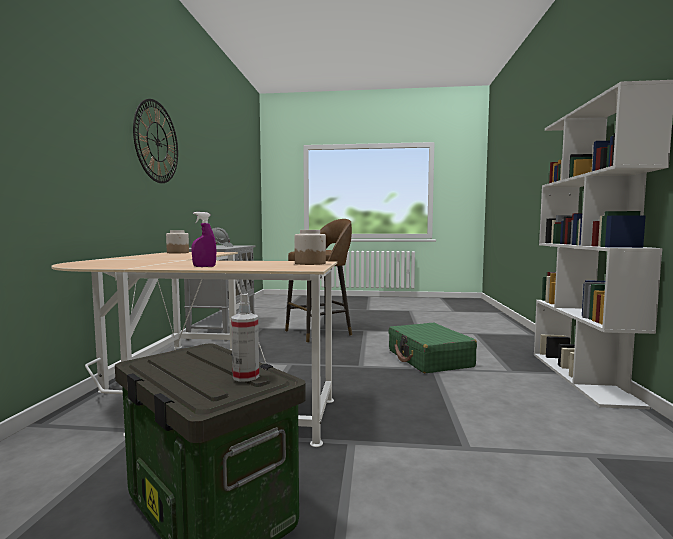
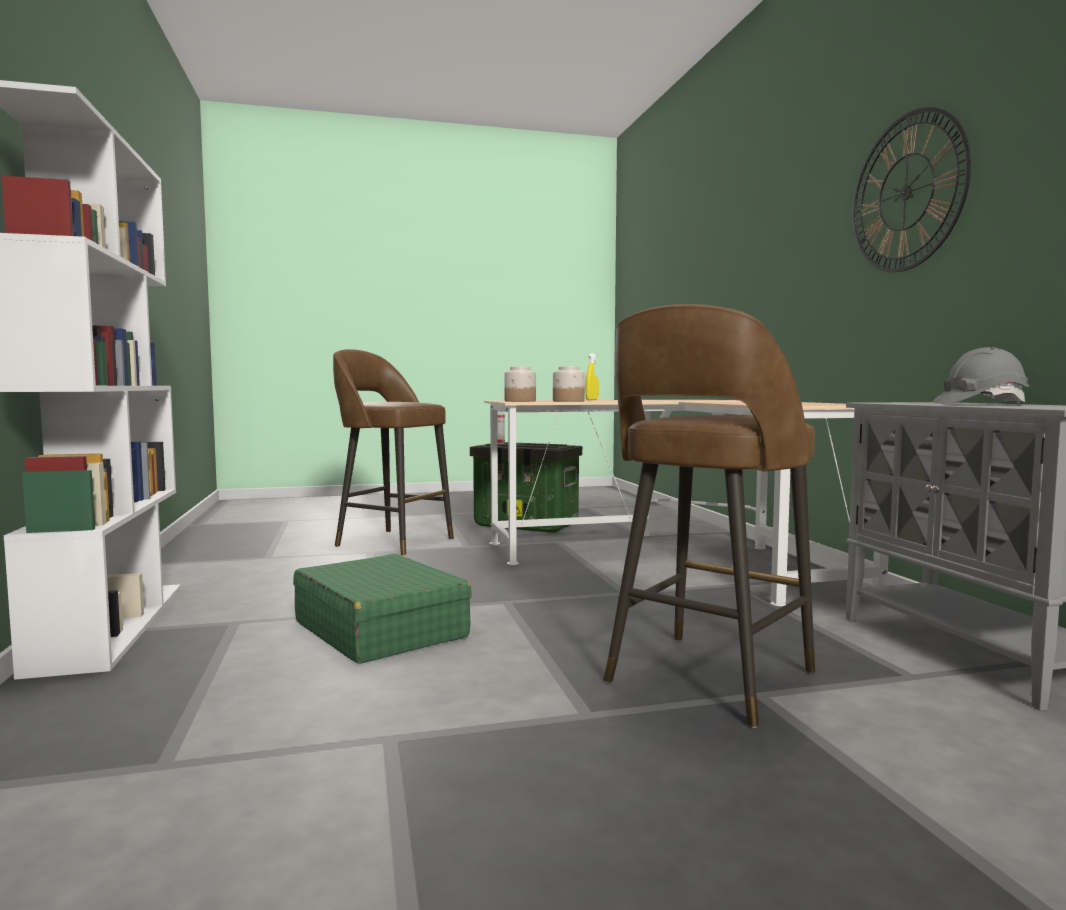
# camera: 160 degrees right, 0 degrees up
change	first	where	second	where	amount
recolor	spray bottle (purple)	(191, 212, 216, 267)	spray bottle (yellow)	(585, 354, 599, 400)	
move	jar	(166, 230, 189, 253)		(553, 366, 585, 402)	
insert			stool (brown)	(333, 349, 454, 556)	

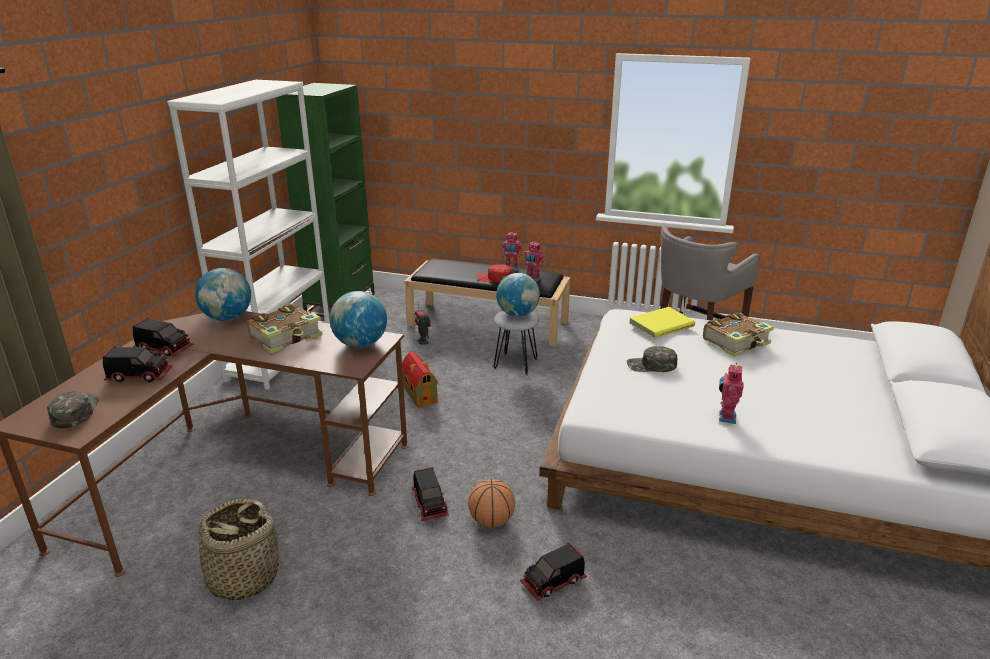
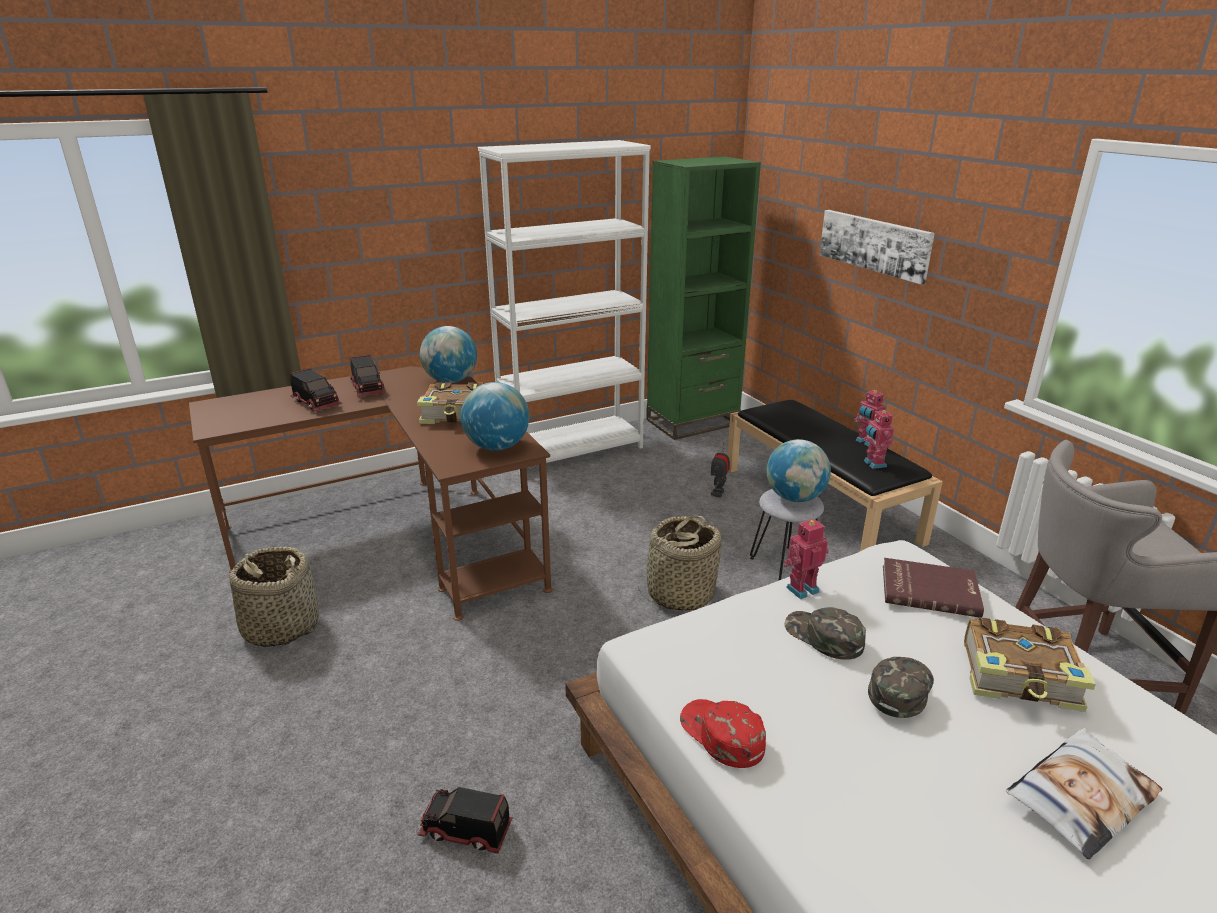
# camera: 45 degrees right, 0 degrees up
change	first	where	second	where	amount
move	cap (red)	(477, 265, 514, 282)		(680, 699, 766, 768)	
recolor	book (yellow)	(629, 307, 695, 338)	book (red)	(883, 558, 984, 618)	
delete	toy house	(402, 352, 438, 408)			
move	toy robot	(719, 363, 743, 424)		(783, 519, 829, 599)	
move	cap (green)	(47, 391, 99, 429)		(868, 657, 934, 718)	
delete	toy truck	(412, 467, 449, 521)			
delete	basketball	(468, 479, 515, 528)			
insert			picture	(819, 210, 935, 284)	
insert			basket	(638, 516, 721, 611)	
insert			pillow	(1006, 728, 1162, 859)	

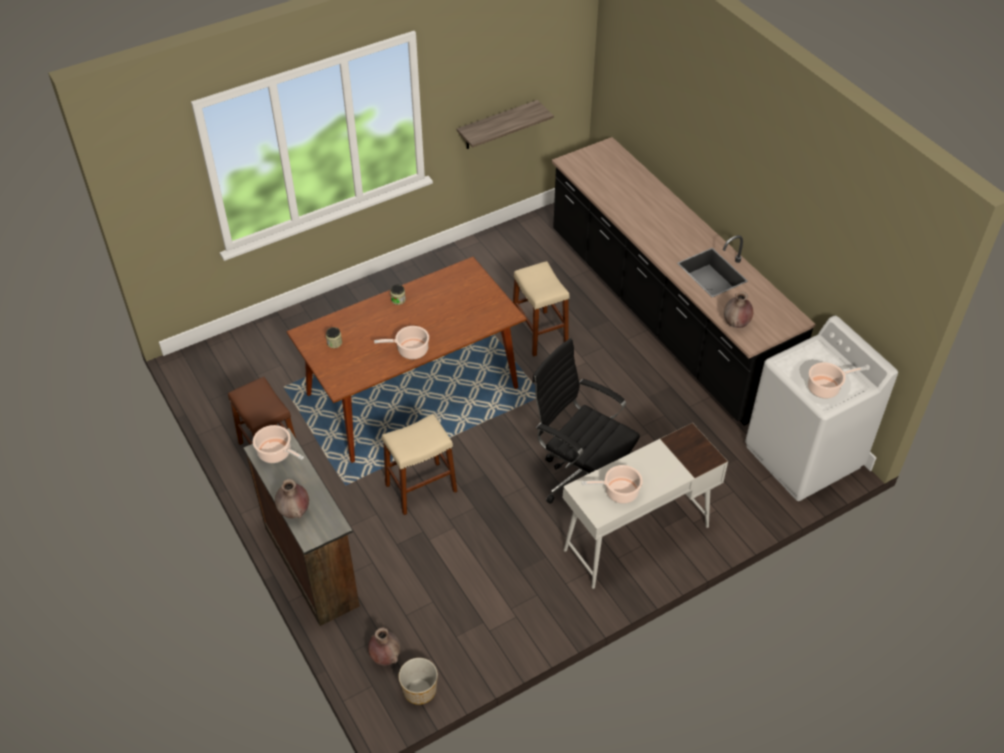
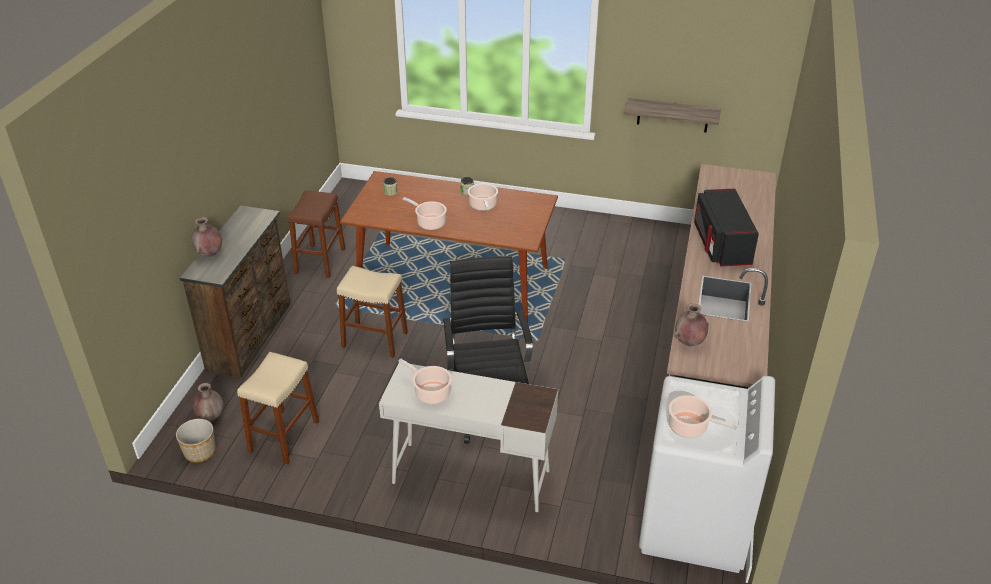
# camera: 45 degrees right, 10 degrees down
change	first	where	second	where	amount
move	stool (beige)	(513, 261, 569, 357)		(237, 352, 319, 464)	
move	cooking pot	(253, 425, 304, 463)		(468, 183, 498, 211)	
insert			microwave (black)	(694, 189, 759, 266)	

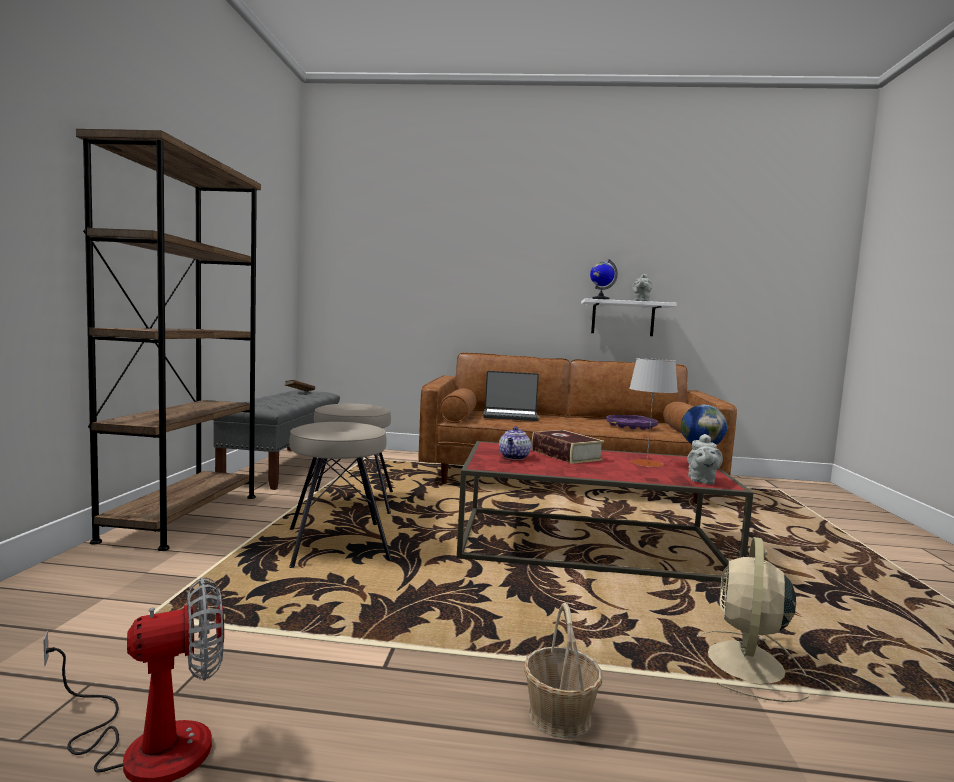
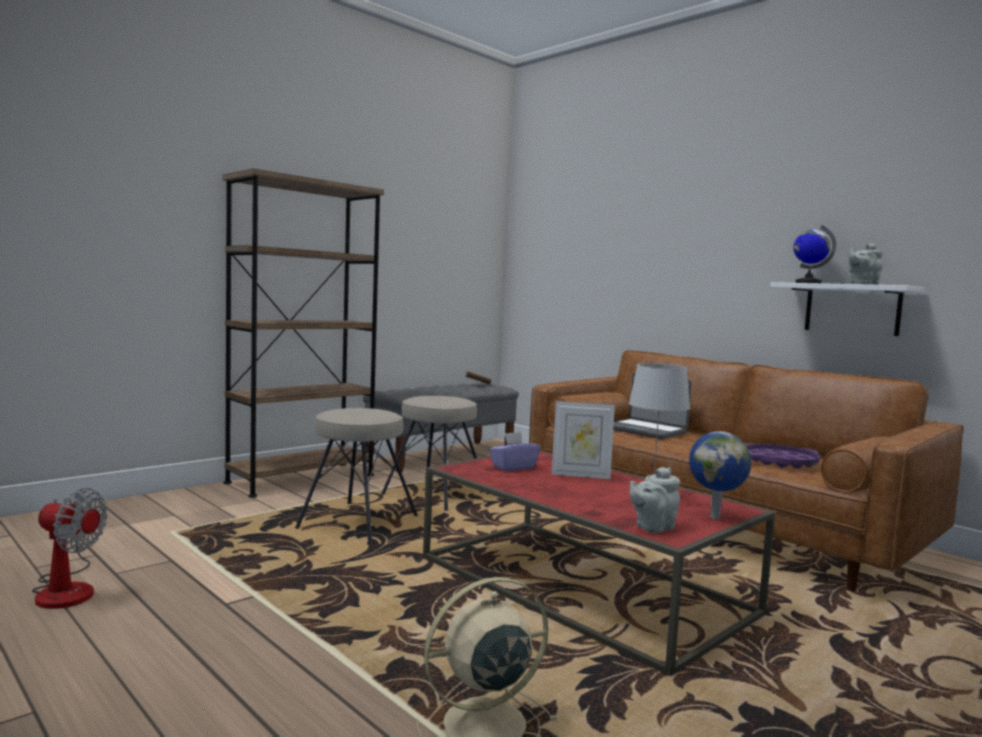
# camera: 40 degrees right, 0 degrees up
change	first	where	second	where	amount
replace	teapot	(499, 427, 531, 460)	tissue box (purple)	(489, 432, 541, 471)	
replace	book	(532, 430, 604, 464)	picture frame	(551, 401, 615, 479)	
delete	basket	(524, 603, 602, 739)			

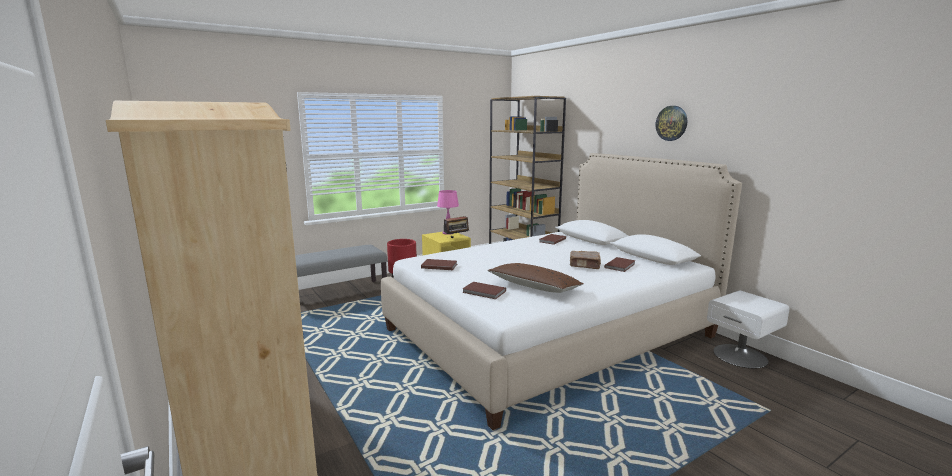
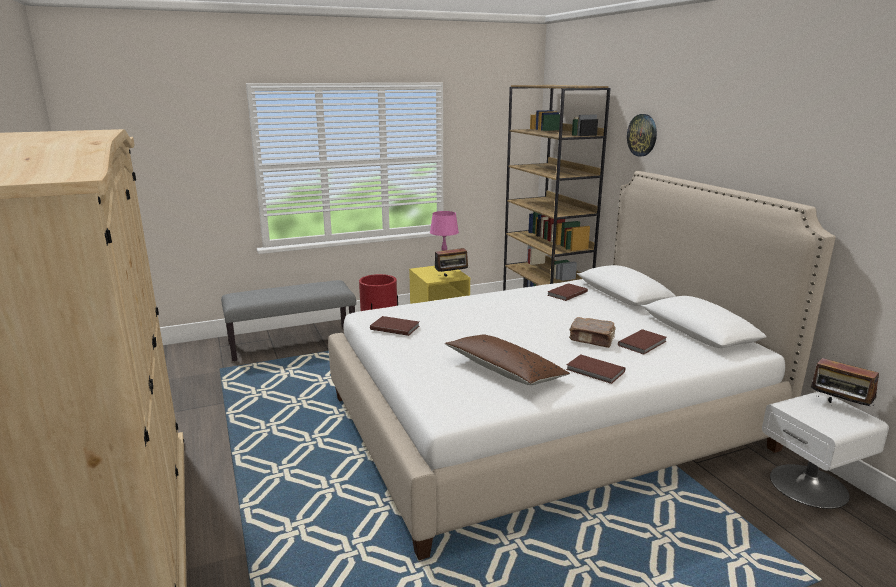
# camera: 10 degrees right, 5 degrees up
change	first	where	second	where	amount
move	wall clock	(656, 106, 687, 141)		(627, 114, 657, 157)	
move	book (brown)	(462, 282, 506, 299)		(566, 354, 625, 384)	
insert			radio	(811, 354, 879, 407)	

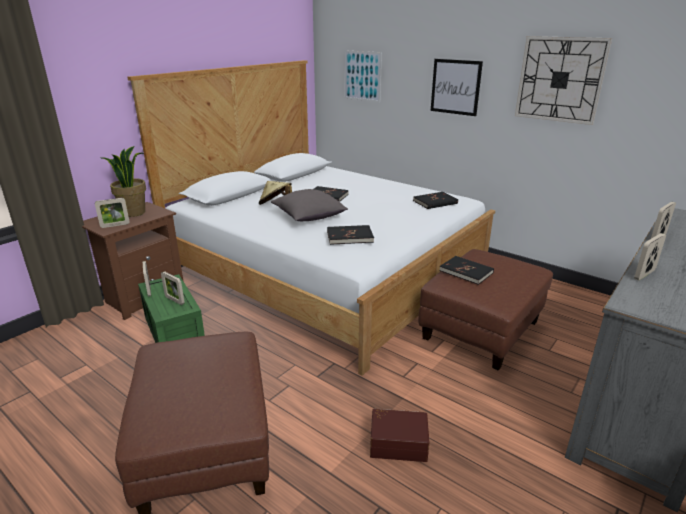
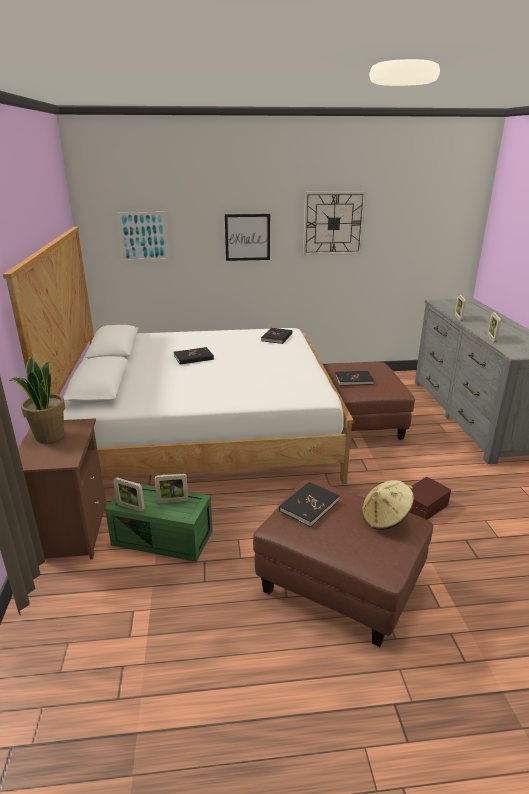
# camera: 45 degrees left, 0 degrees up
change	first	where	second	where	amount
move	hat (beige)	(259, 181, 292, 205)		(362, 480, 414, 530)	
delete	pillow (grey)	(271, 189, 348, 221)			
delete	picture frame	(95, 198, 130, 228)			
move	book (black)	(327, 225, 374, 245)		(279, 482, 340, 527)	

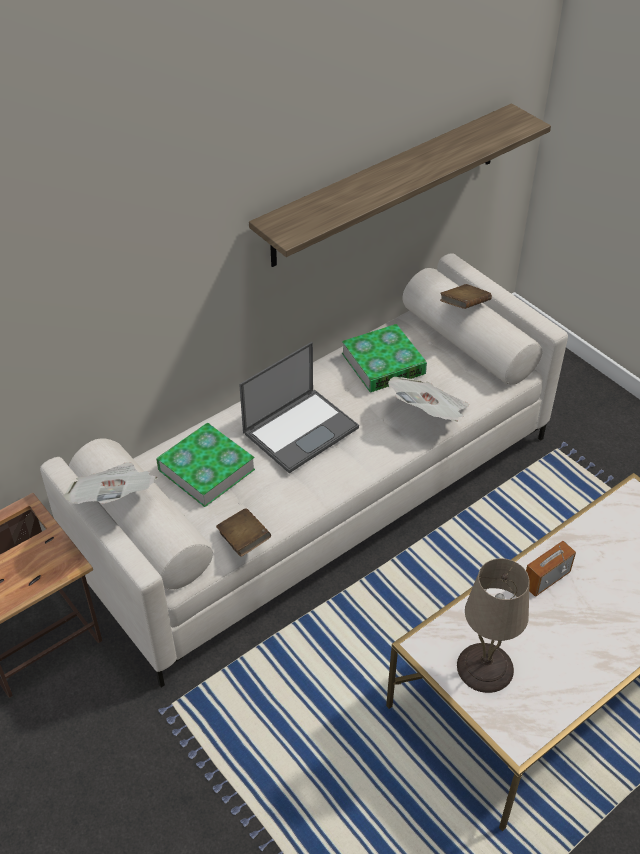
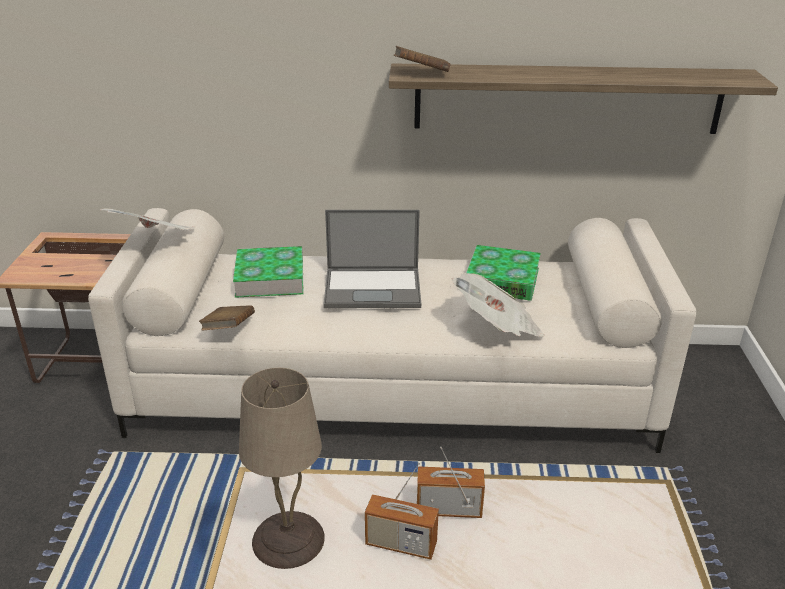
# camera: 40 degrees right, 15 degrees down
change	first	where	second	where	amount
move	book (brown)	(440, 284, 492, 309)		(394, 46, 451, 72)	
insert			radio	(365, 462, 439, 560)	

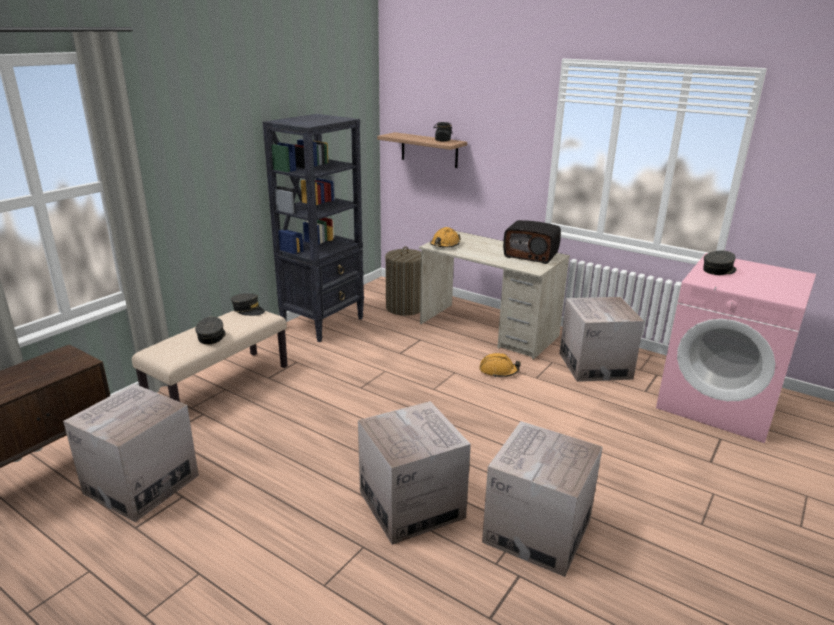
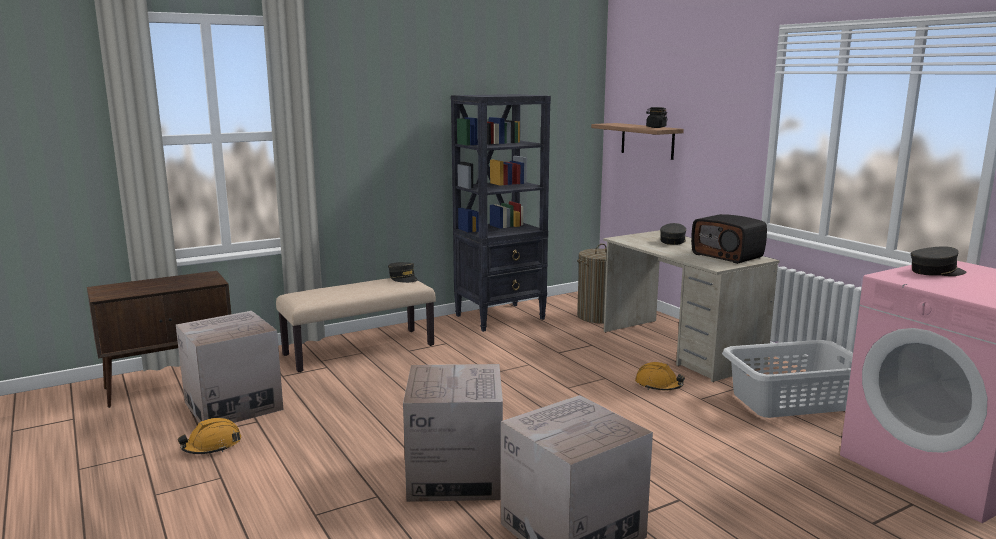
# camera: 25 degrees right, 10 degrees down
change	first	where	second	where	amount
move	hard hat (orange)	(430, 227, 461, 247)		(178, 418, 241, 454)	
replace	cardboard box	(559, 297, 644, 382)	laundry basket (grey)	(722, 340, 853, 418)	
move	cap (grey)	(195, 317, 226, 345)		(660, 223, 686, 245)	

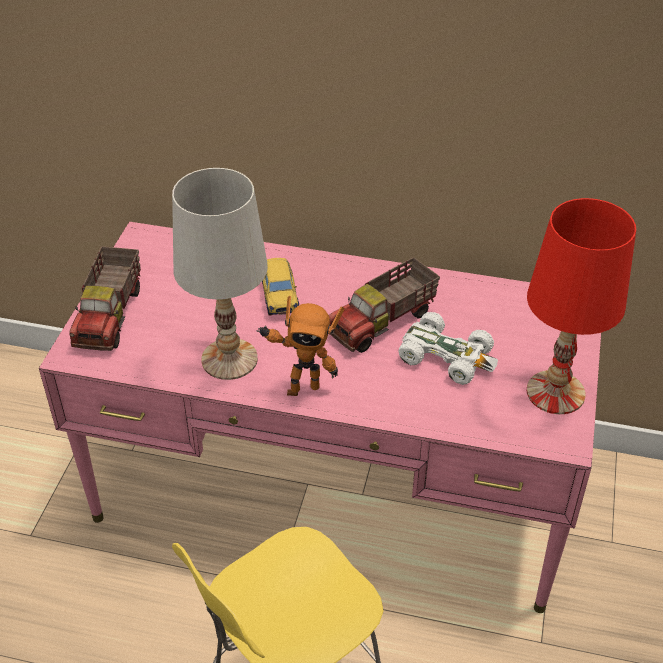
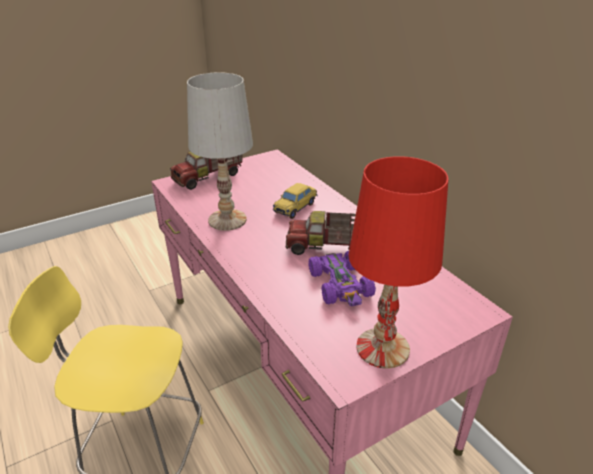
# camera: 45 degrees right, 10 degrees down
change	first	where	second	where	amount
delete	toy robot	(257, 296, 345, 396)			
recolor	toy car (white)	(399, 312, 498, 385)	toy car (purple)	(309, 251, 376, 306)	

